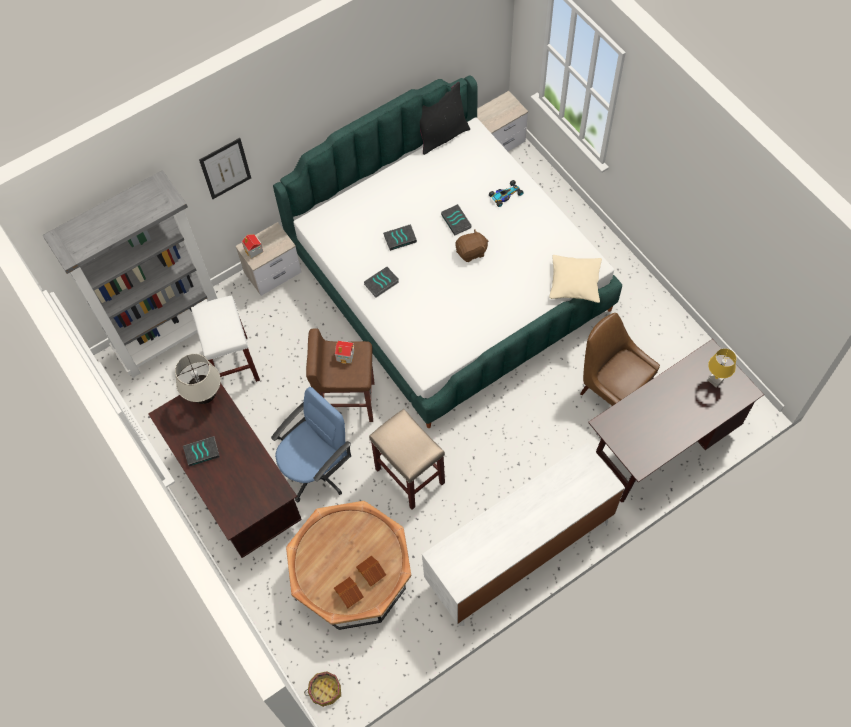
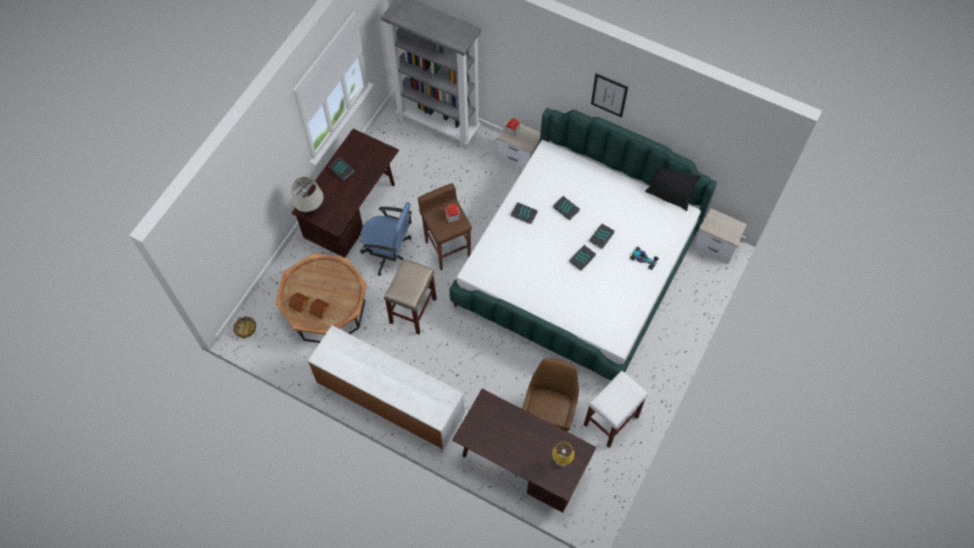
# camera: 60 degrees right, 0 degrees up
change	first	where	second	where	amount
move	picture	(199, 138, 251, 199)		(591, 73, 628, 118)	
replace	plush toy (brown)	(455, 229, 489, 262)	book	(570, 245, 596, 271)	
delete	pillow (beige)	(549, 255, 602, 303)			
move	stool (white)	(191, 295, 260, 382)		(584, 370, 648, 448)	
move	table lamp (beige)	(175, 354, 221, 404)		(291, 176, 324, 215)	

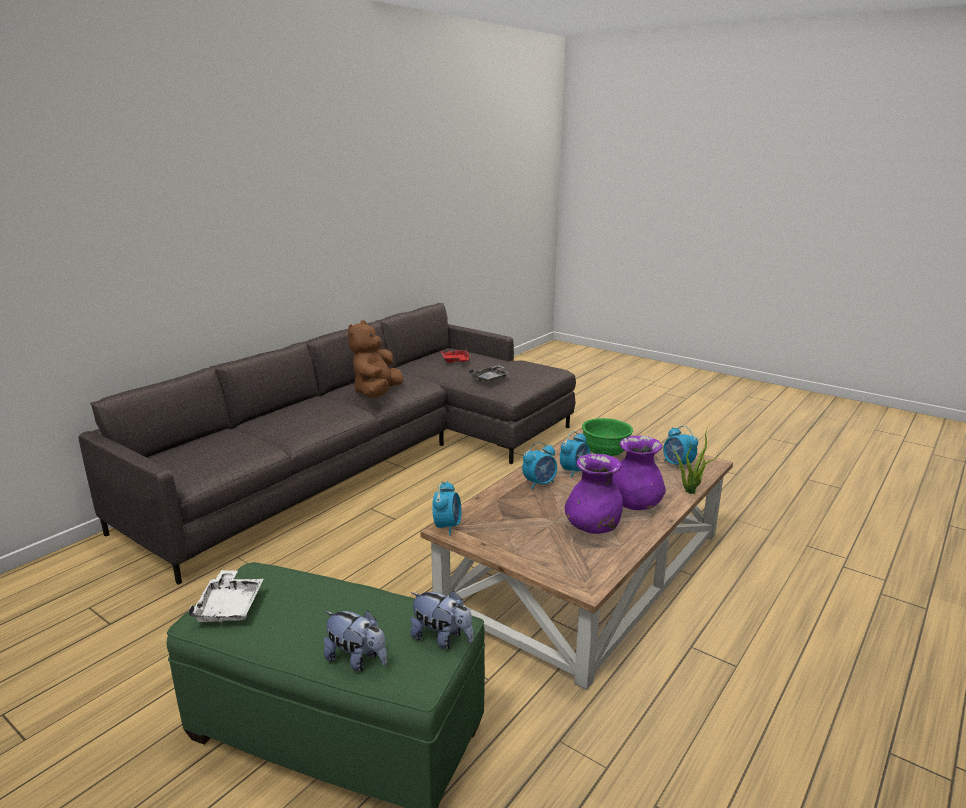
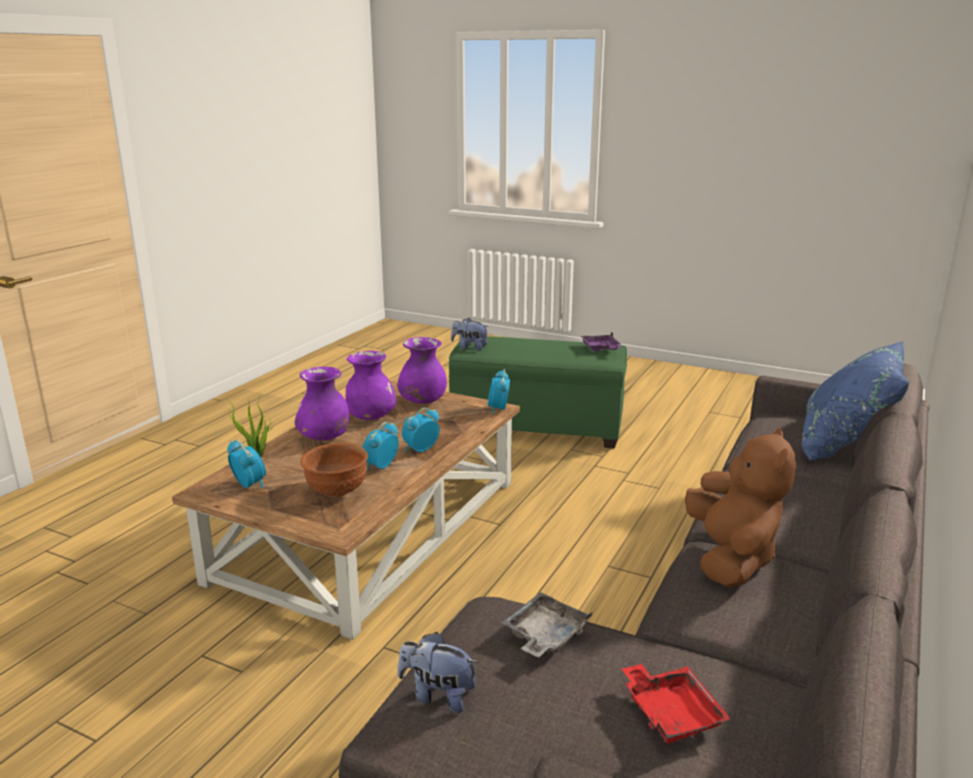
# camera: 170 degrees right, 0 degrees up
change	first	where	second	where	amount
recolor	bowl (green)	(582, 418, 633, 456)	bowl (brown)	(300, 443, 368, 497)	
recolor	tray (white)	(188, 570, 263, 624)	tray (purple)	(581, 332, 622, 351)	
move	plush toy	(324, 610, 387, 672)		(398, 632, 479, 713)	
insert			vase (purple)	(397, 337, 447, 404)	
insert			pillow (blue)	(802, 341, 909, 460)	

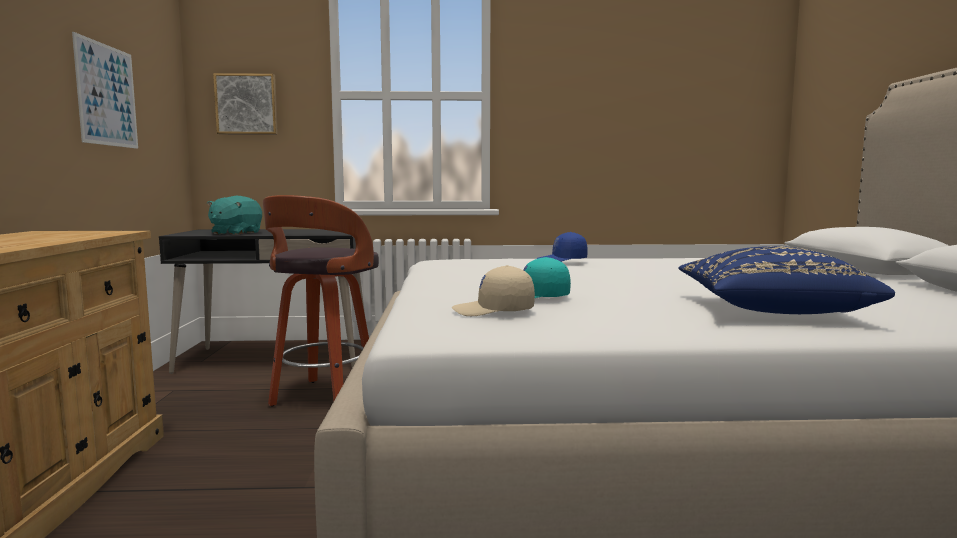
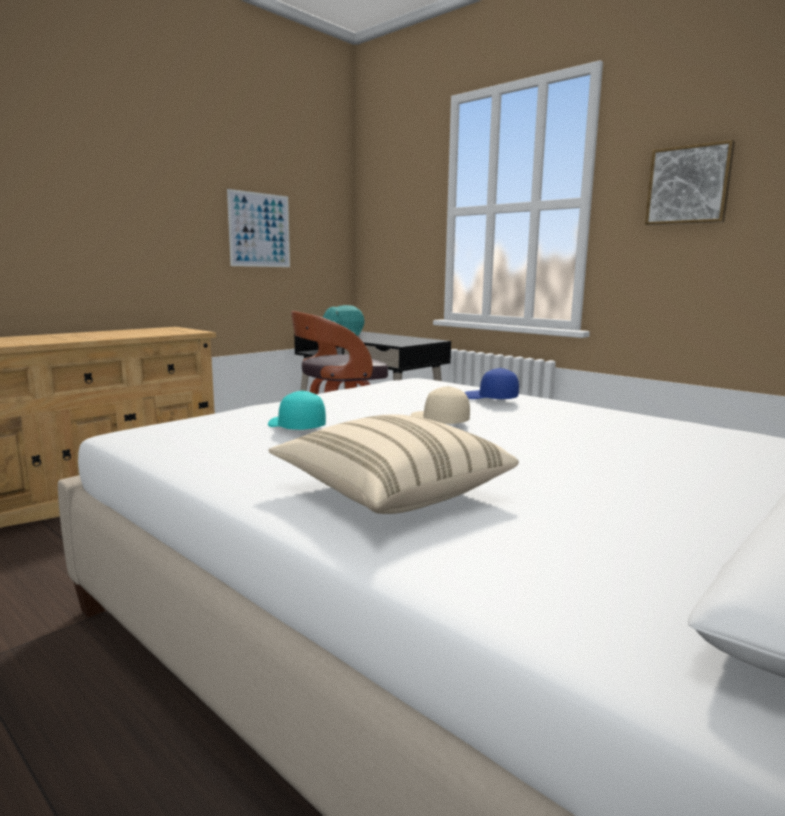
# camera: 45 degrees right, 5 degrees up
change	first	where	second	where	amount
move	picture	(213, 73, 278, 135)		(645, 140, 735, 225)	
recolor	pillow (blue)	(678, 246, 895, 314)	pillow (beige)	(269, 414, 519, 514)	
move	cap (beige)	(452, 265, 535, 316)		(410, 386, 470, 424)	

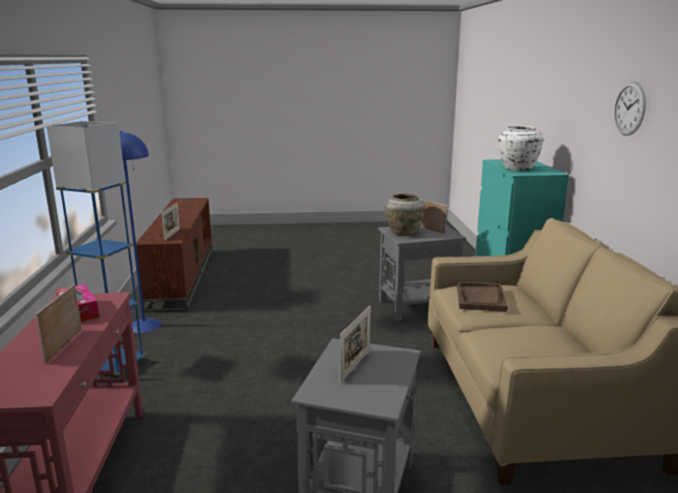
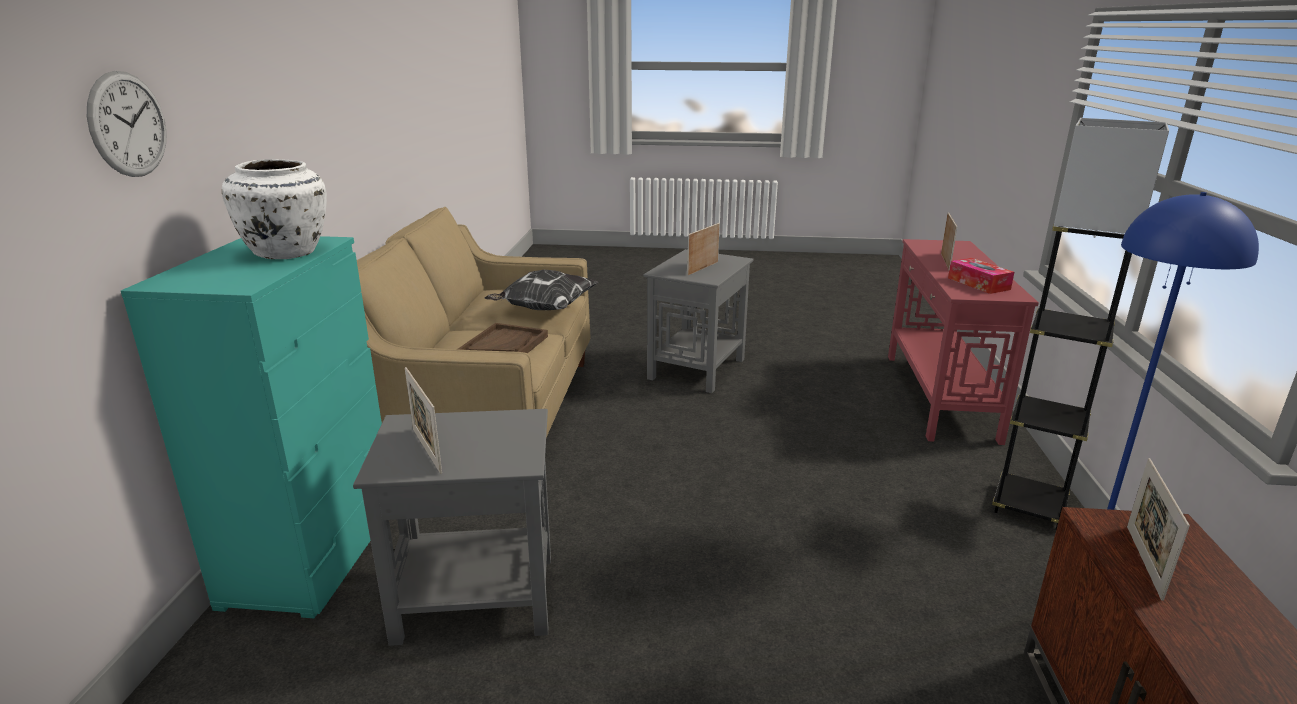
# camera: 170 degrees left, 5 degrees up
change	first	where	second	where	amount
move	wall clock	(614, 82, 646, 136)		(87, 71, 167, 177)	
recolor	floor lamp (blue)	(47, 121, 146, 378)	floor lamp (grey)	(992, 118, 1169, 529)	
delete	vase (beige)	(385, 194, 425, 236)			
insert			pillow	(485, 270, 599, 310)	

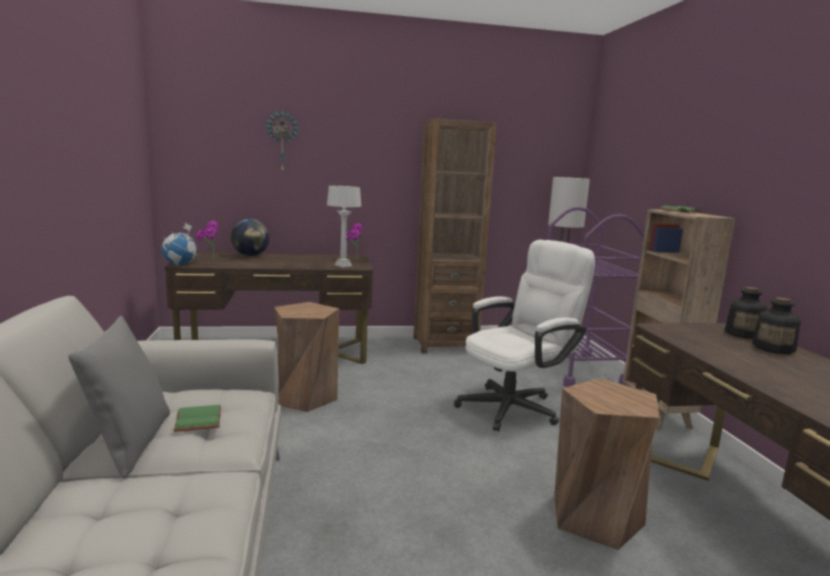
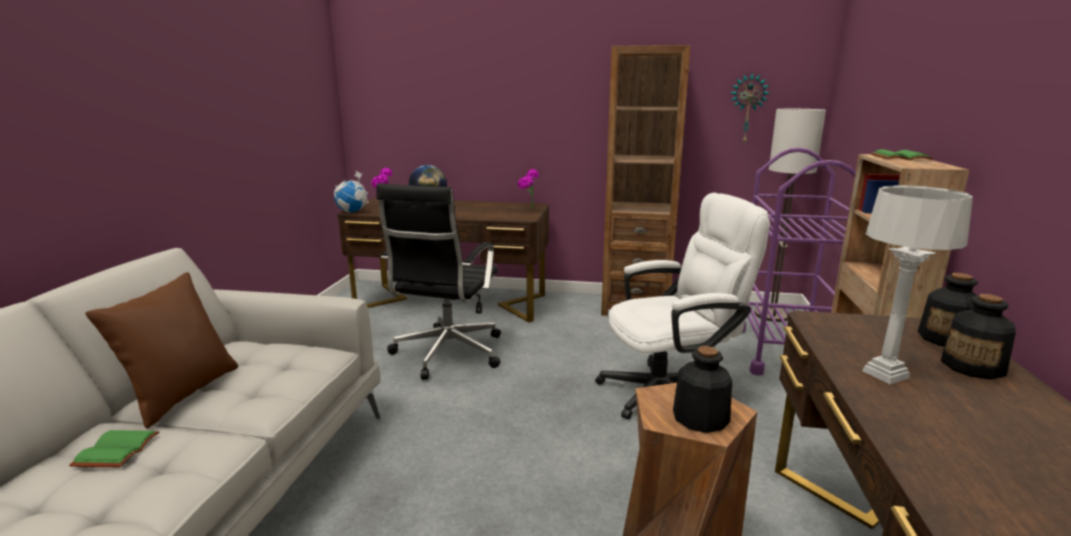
# camera: 20 degrees right, 5 degrees up
change	first	where	second	where	amount
move	wall clock	(266, 110, 299, 173)		(730, 72, 770, 144)	
move	table lamp (grey)	(327, 186, 361, 267)		(862, 185, 973, 384)	
replace	stool (brown)	(274, 302, 339, 412)	office chair (black)	(376, 183, 501, 380)	
recolor	pillow (grey)	(68, 316, 170, 479)	pillow (brown)	(85, 272, 238, 429)	
move	book (green)	(174, 405, 221, 432)		(69, 430, 159, 467)	
insert			bottle	(673, 346, 732, 433)	

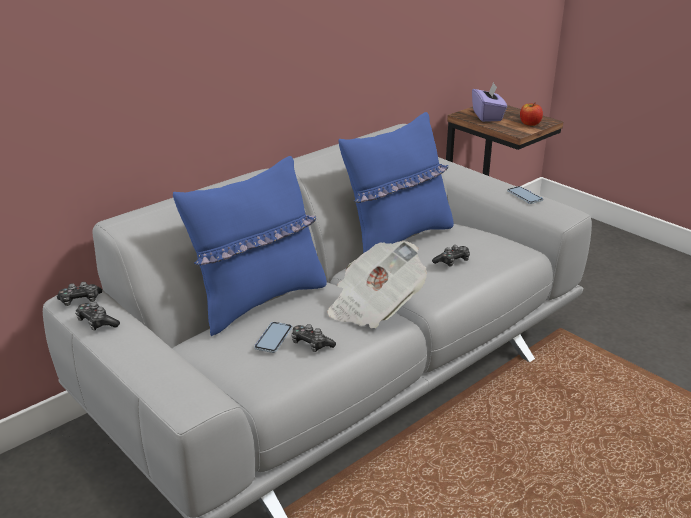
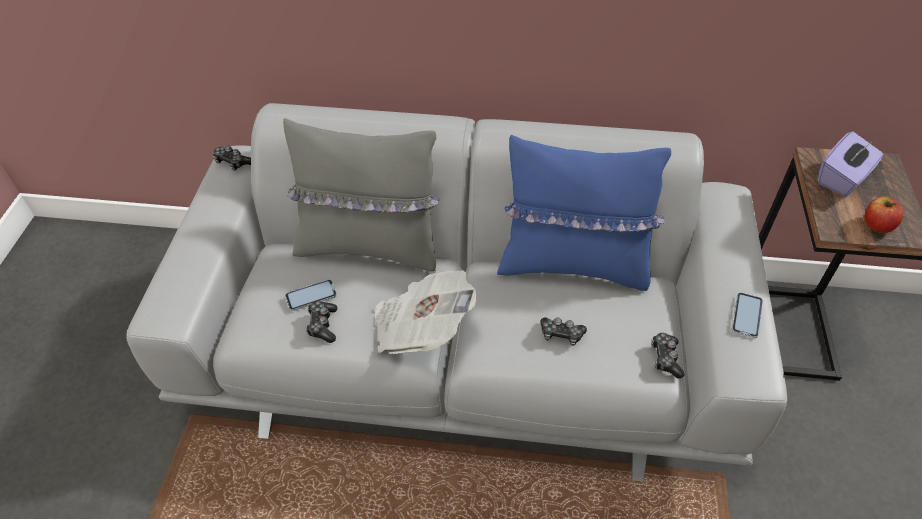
# camera: 50 degrees right, 20 degrees up
change	first	where	second	where	amount
recolor	pillow (blue)	(173, 156, 327, 336)	pillow (grey)	(283, 118, 440, 272)	
move	game controller	(75, 302, 120, 330)		(651, 333, 684, 378)	

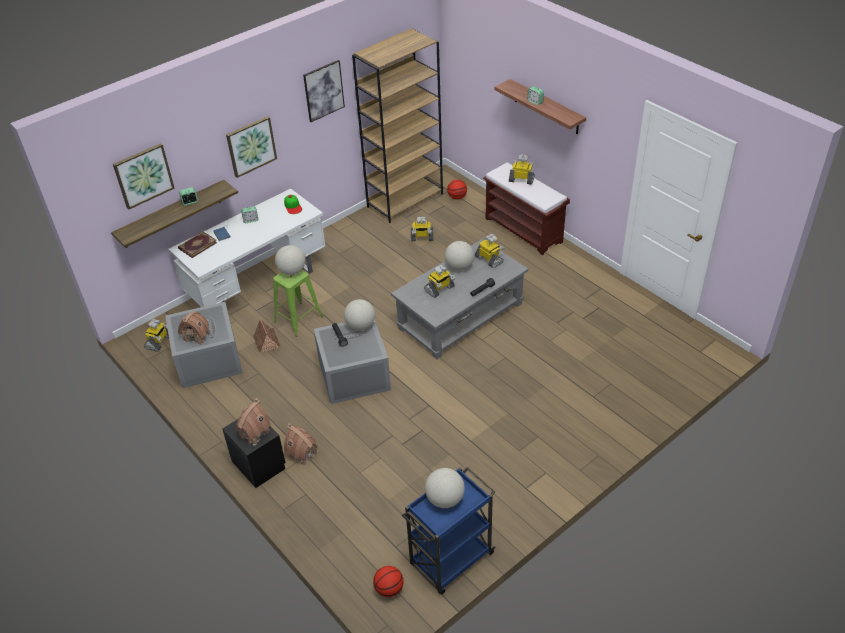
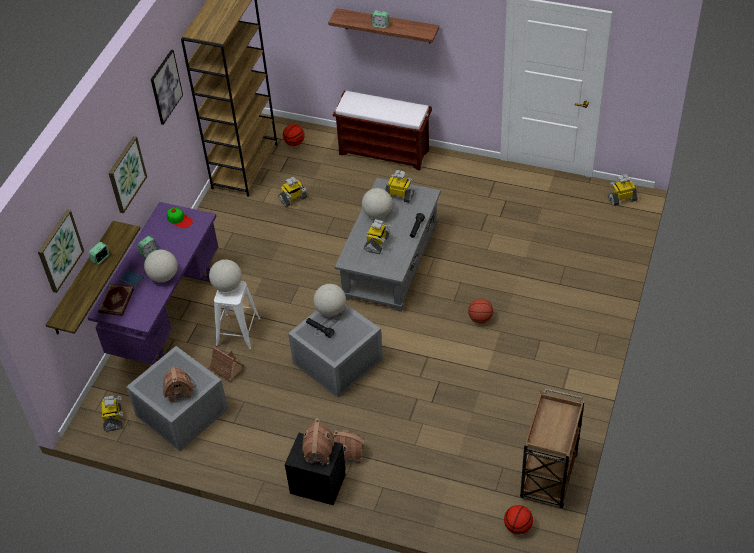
# camera: 30 degrees left, 5 degrees up
change	first	where	second	where	amount
move	toy robot	(509, 155, 535, 185)		(608, 174, 638, 206)	
recolor	desk (white)	(168, 189, 325, 307)	desk (purple)	(87, 202, 218, 365)	
recolor	stool (green)	(273, 270, 323, 337)	stool (white)	(214, 281, 261, 350)	
recolor	cart (blue)	(402, 467, 496, 595)	cart (brown)	(520, 388, 585, 508)	
move	globe	(425, 468, 465, 508)		(144, 250, 178, 282)	
insert			basketball	(468, 298, 493, 323)	

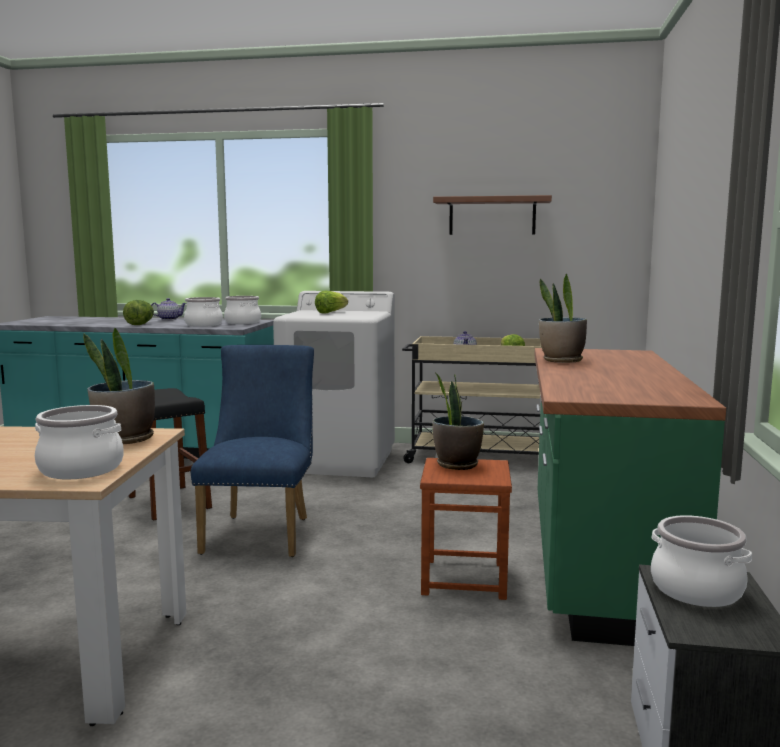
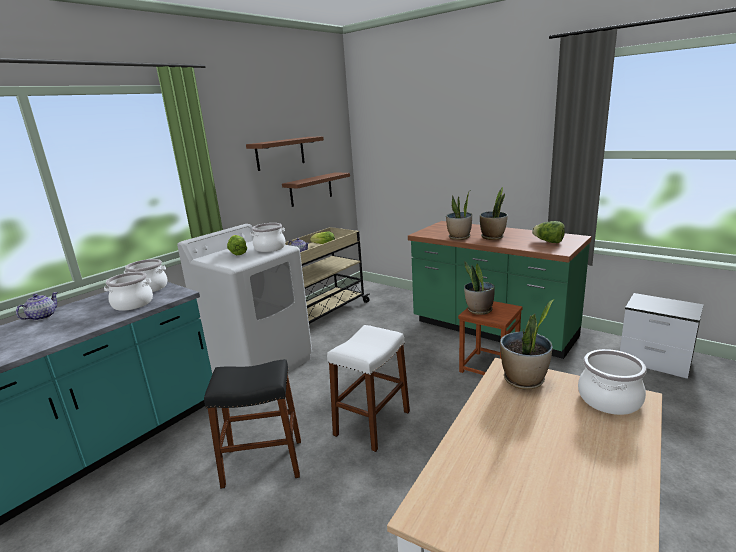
# camera: 60 degrees left, 10 degrees up
change	first	where	second	where	amount
move	lettuce	(123, 300, 154, 325)		(532, 221, 565, 243)	
replace	chair (blue)	(191, 345, 314, 557)	stool (white)	(327, 325, 410, 452)	
move	cooking pot	(651, 515, 752, 607)		(250, 223, 286, 252)	
insert			shelf (brown)	(282, 172, 350, 207)	
insert			potted plant	(480, 187, 508, 240)	

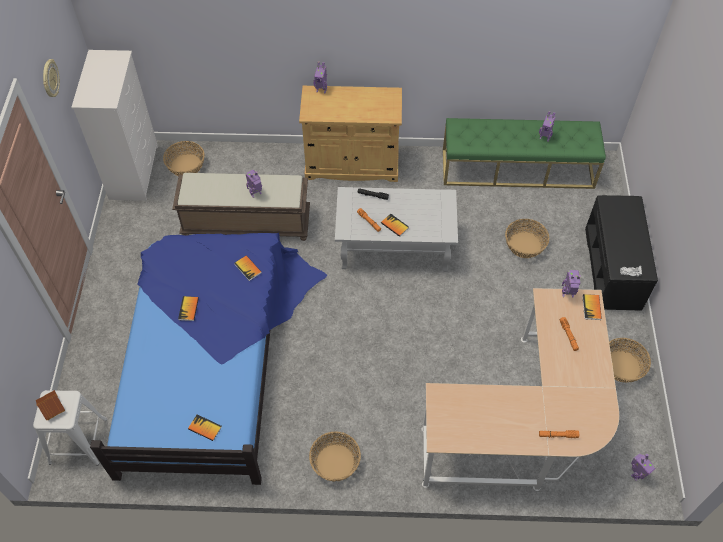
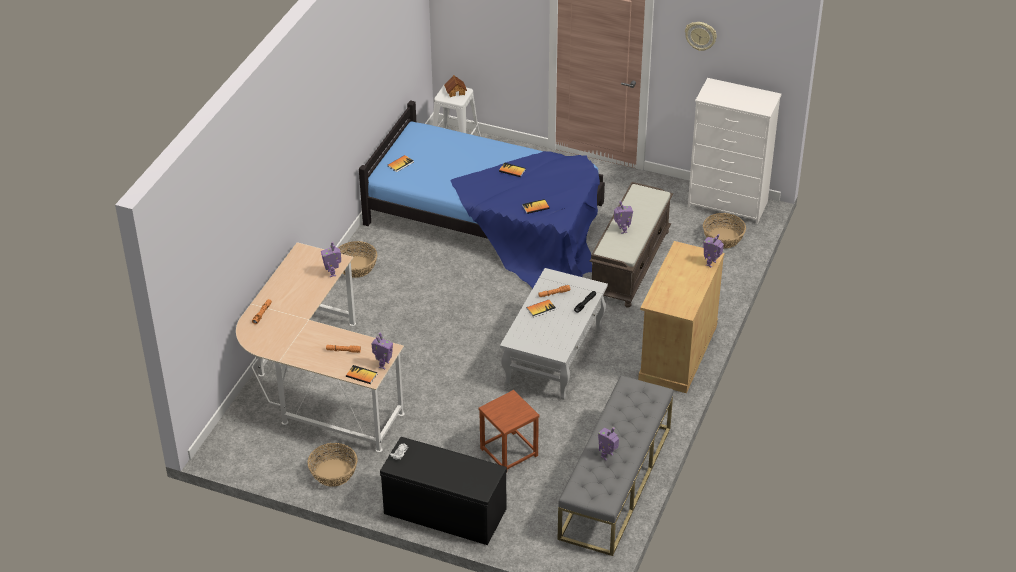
# camera: 110 degrees right, 15 degrees down
change	first	where	second	where	amount
recolor	bench (green)	(443, 118, 606, 189)	bench (grey)	(558, 375, 673, 556)	
replace	basket	(505, 219, 549, 258)	stool (brown)	(478, 390, 540, 473)	
move	toy robot	(631, 453, 656, 481)		(321, 242, 341, 277)	

